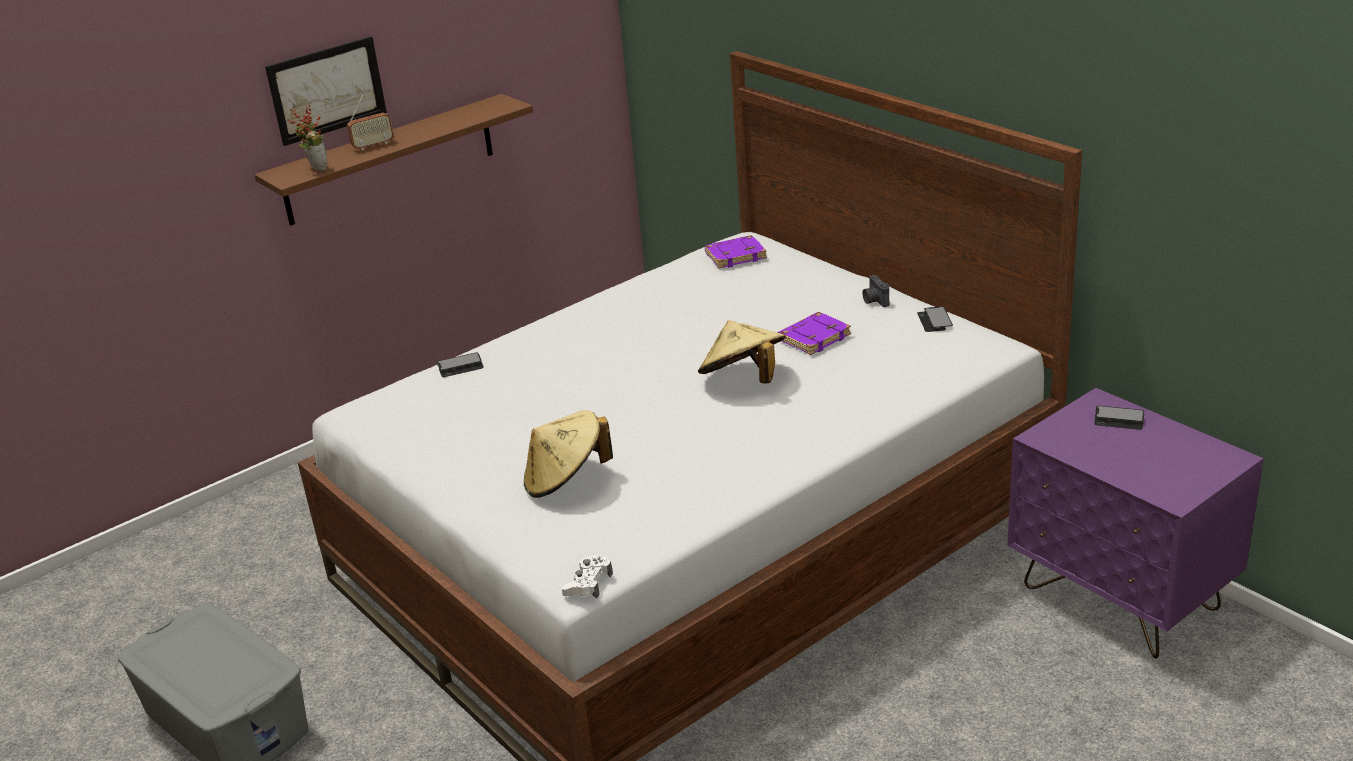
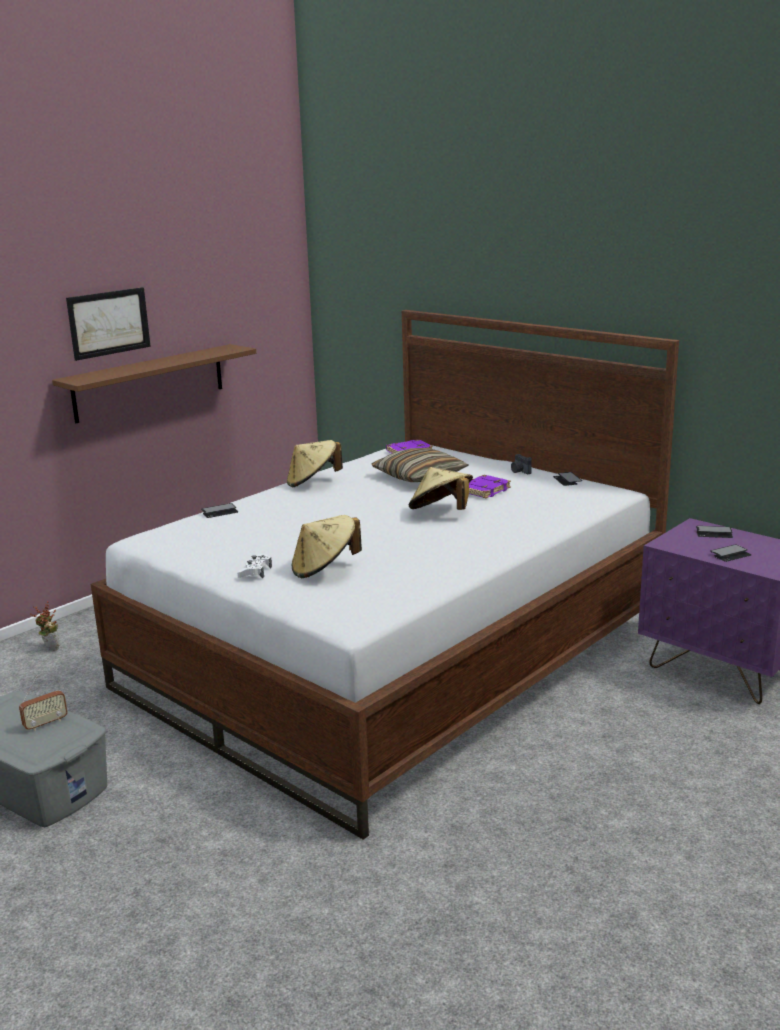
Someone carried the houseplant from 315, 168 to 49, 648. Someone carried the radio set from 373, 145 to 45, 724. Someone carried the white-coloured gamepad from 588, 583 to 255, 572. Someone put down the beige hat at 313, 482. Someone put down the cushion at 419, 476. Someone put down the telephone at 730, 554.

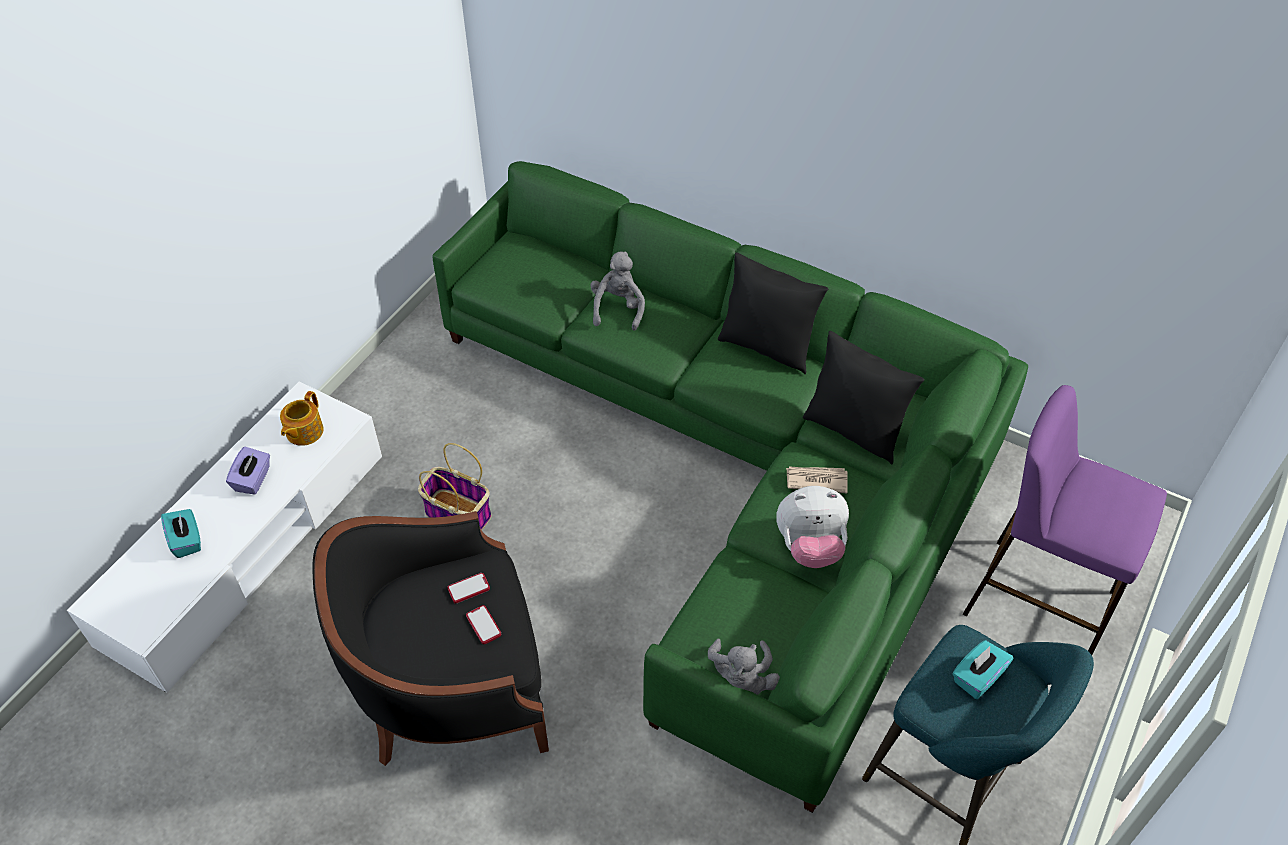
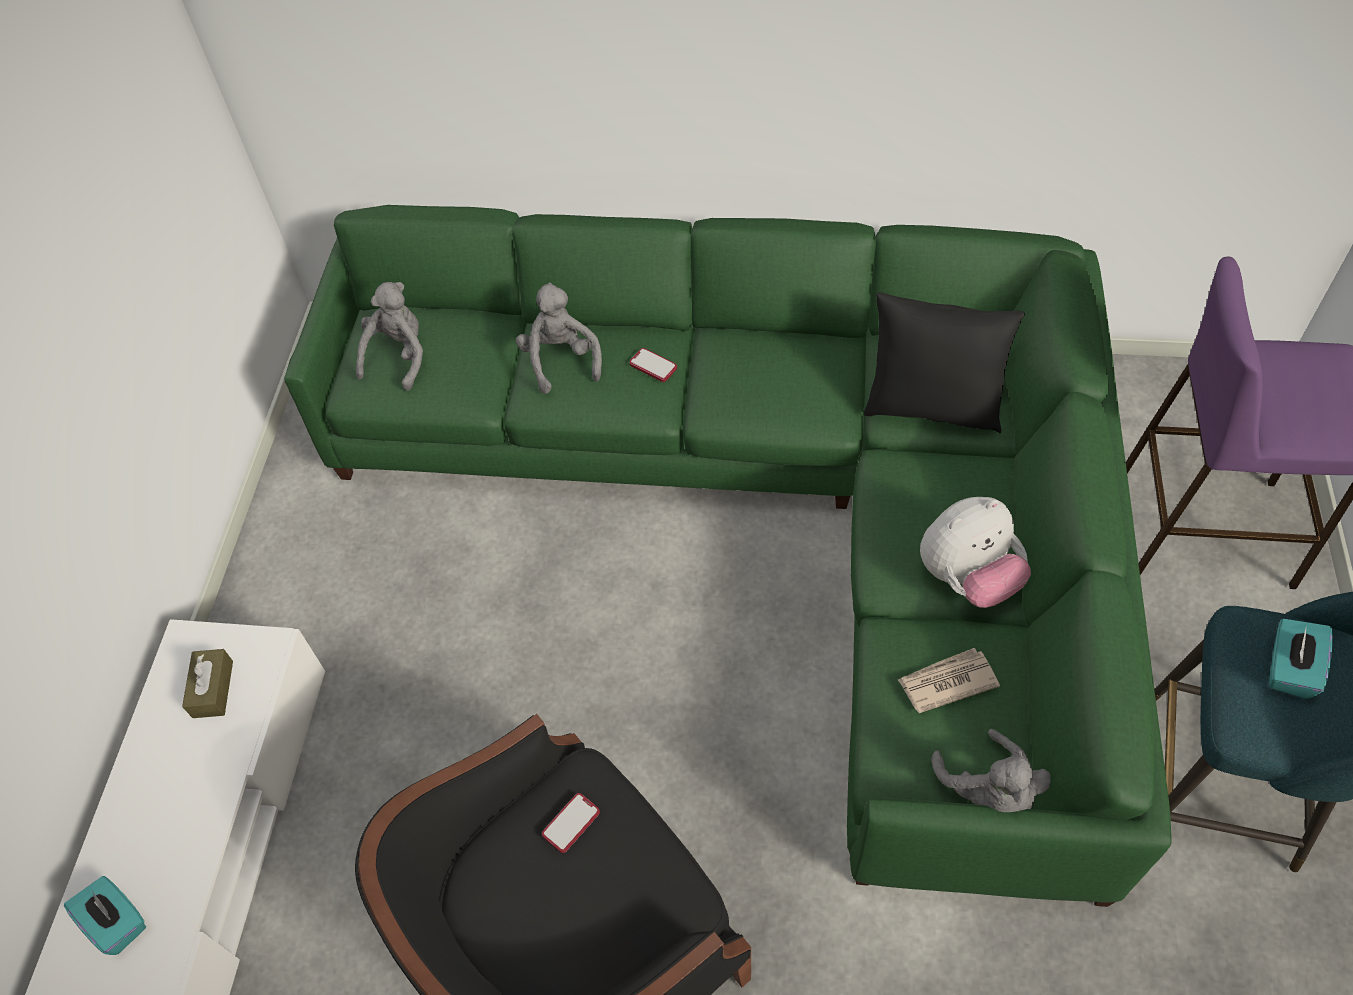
Someone took away the purplish box of tissues at 253, 480. Someone swapped the pot for tea at 303, 432 for the brown box of tissues at 213, 689. Someone took away the storage basket at 456, 513. Someone carried the telephone from 483, 625 to 653, 366. Someone took away the blackish cushion at 766, 347. Someone carried the daily paper from 816, 480 to 946, 682. Someone put down the grey cuddly toy at 399, 357.

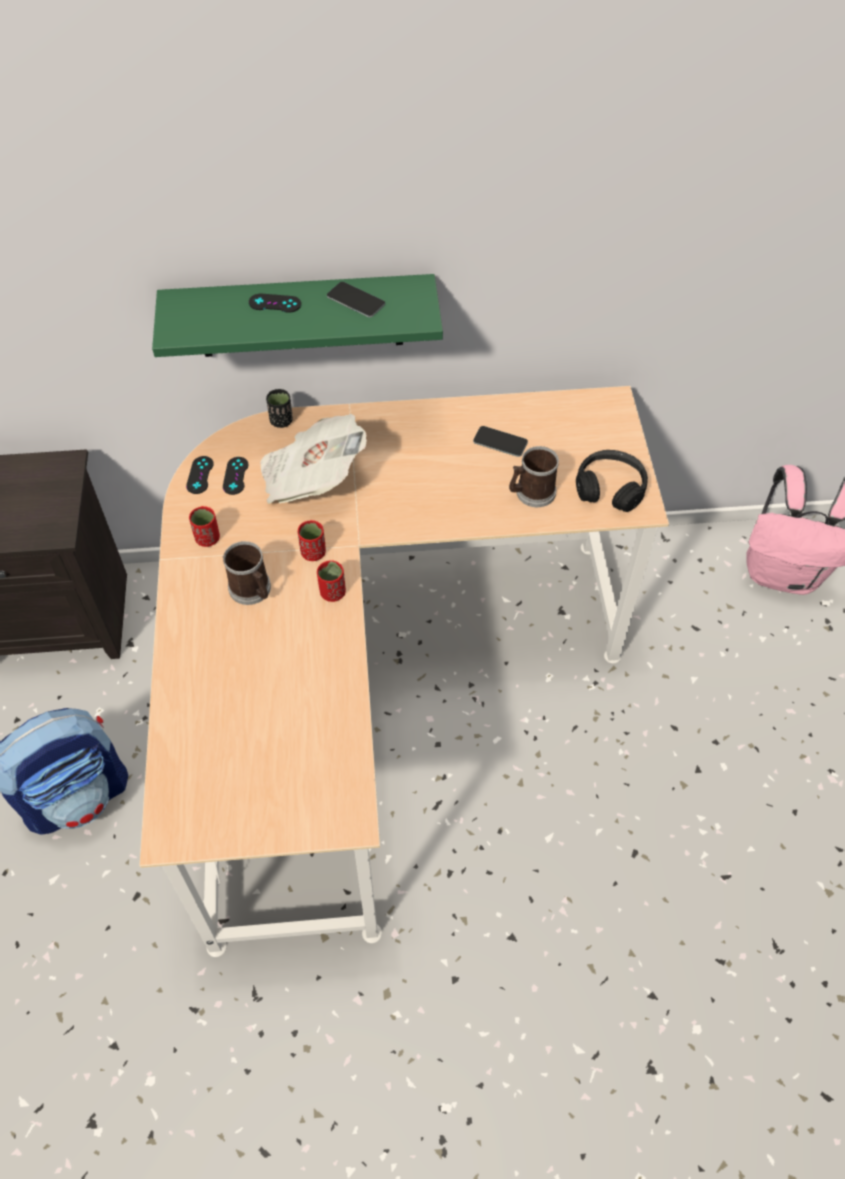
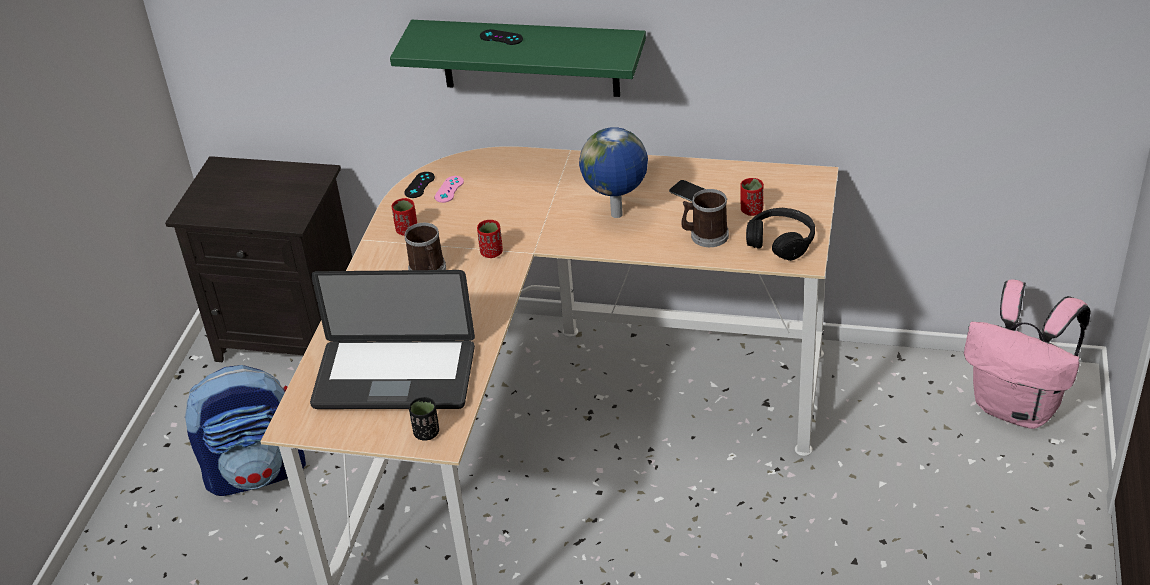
Someone repainted the blackish gamepad at 235, 476, which became the pink-coloured gamepad at 449, 189. Someone took away the daily paper at 311, 478. Someone carried the blackish cup from 281, 421 to 426, 433. Someone carried the red cup from 332, 592 to 751, 210. Someone took away the telephone at 355, 300. Someone put down the notebook computer at 395, 377. Someone put down the desk globe at 617, 215.

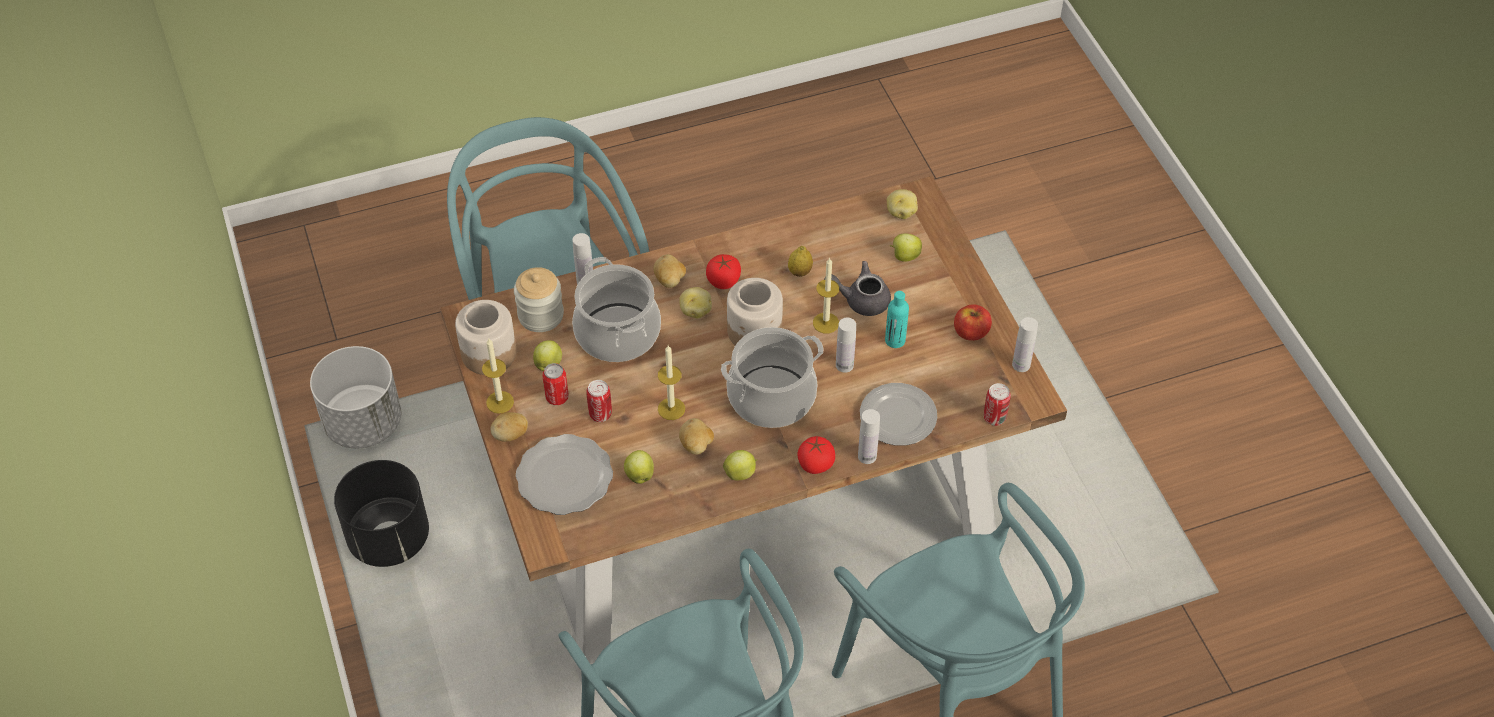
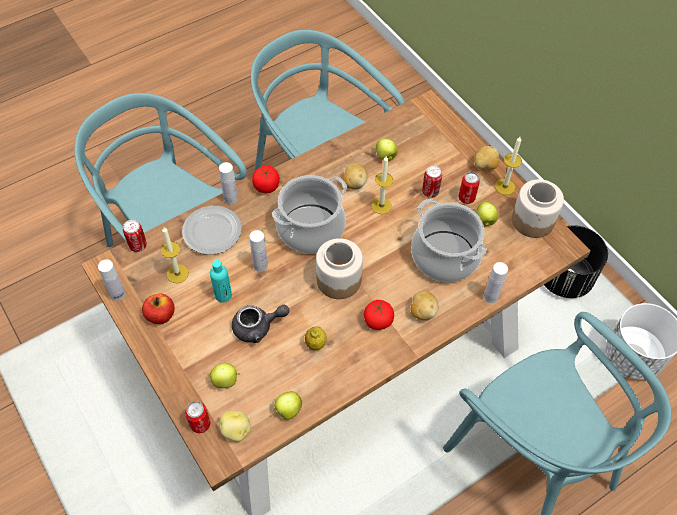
Someone took away the preserve jar at 541, 315. Someone took away the plate at 564, 476. Someone took away the whole potato at 695, 310. Someone carried the apple from 740, 473 to 287, 410. Someone carried the candle from 826, 323 to 177, 273. Someone put down the metal can at 200, 424.

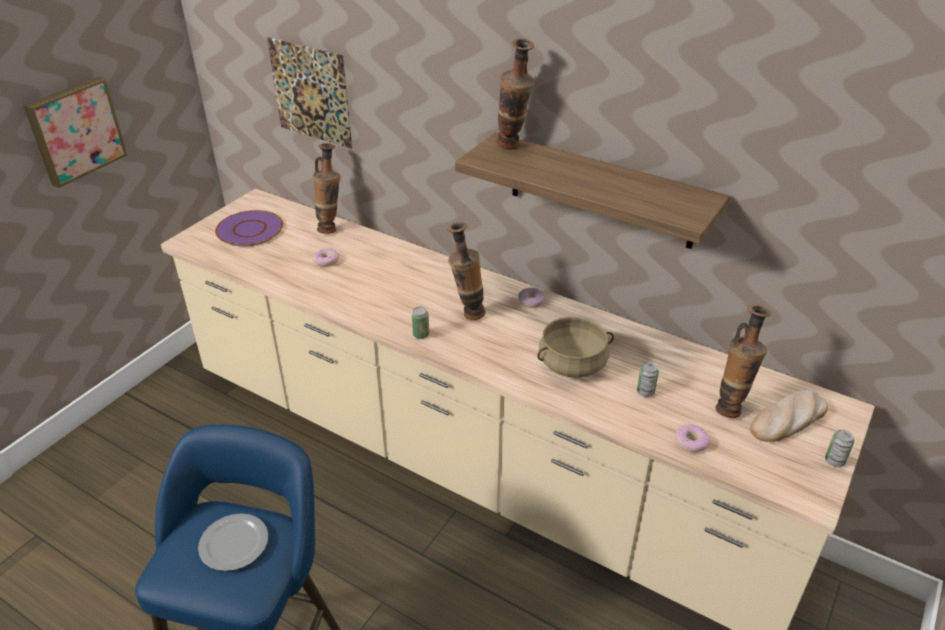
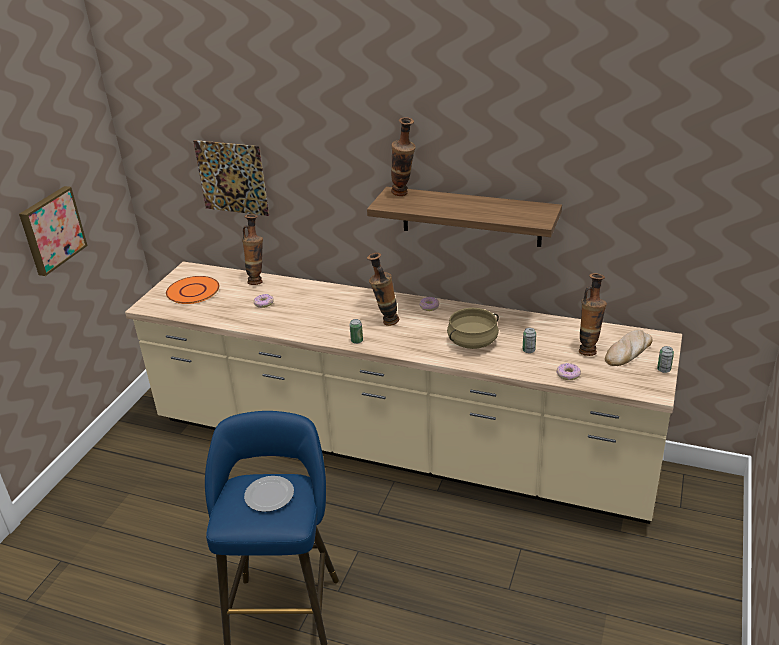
Someone repainted the purplish plate at 249, 230, which became the orange plate at 192, 291.

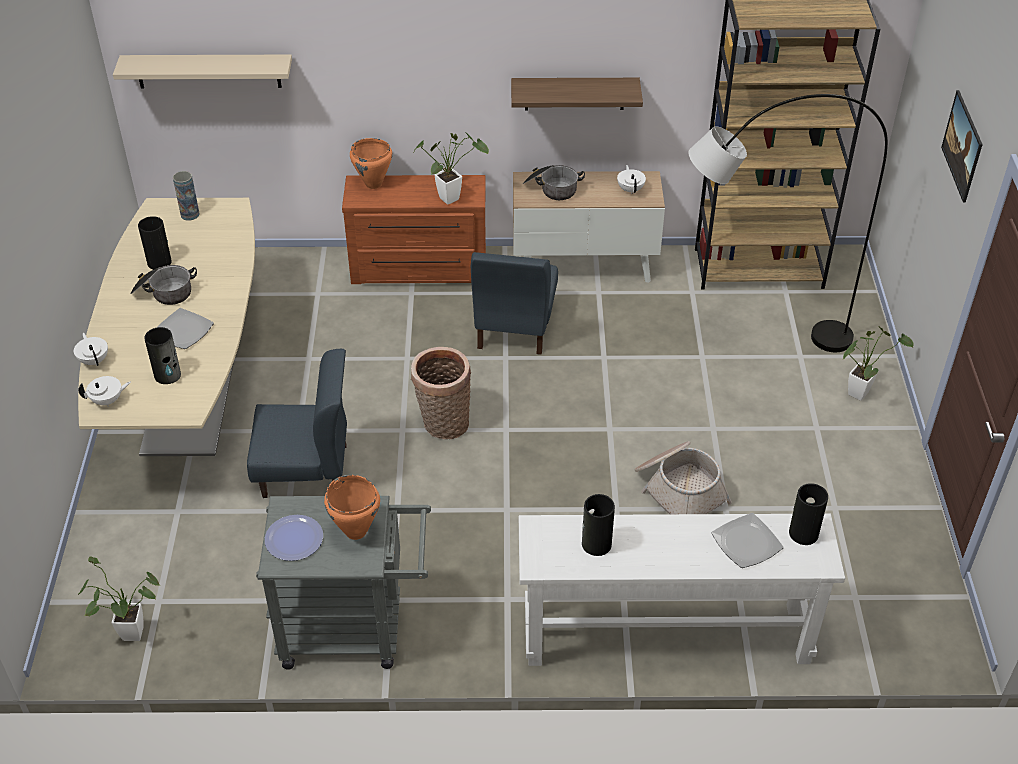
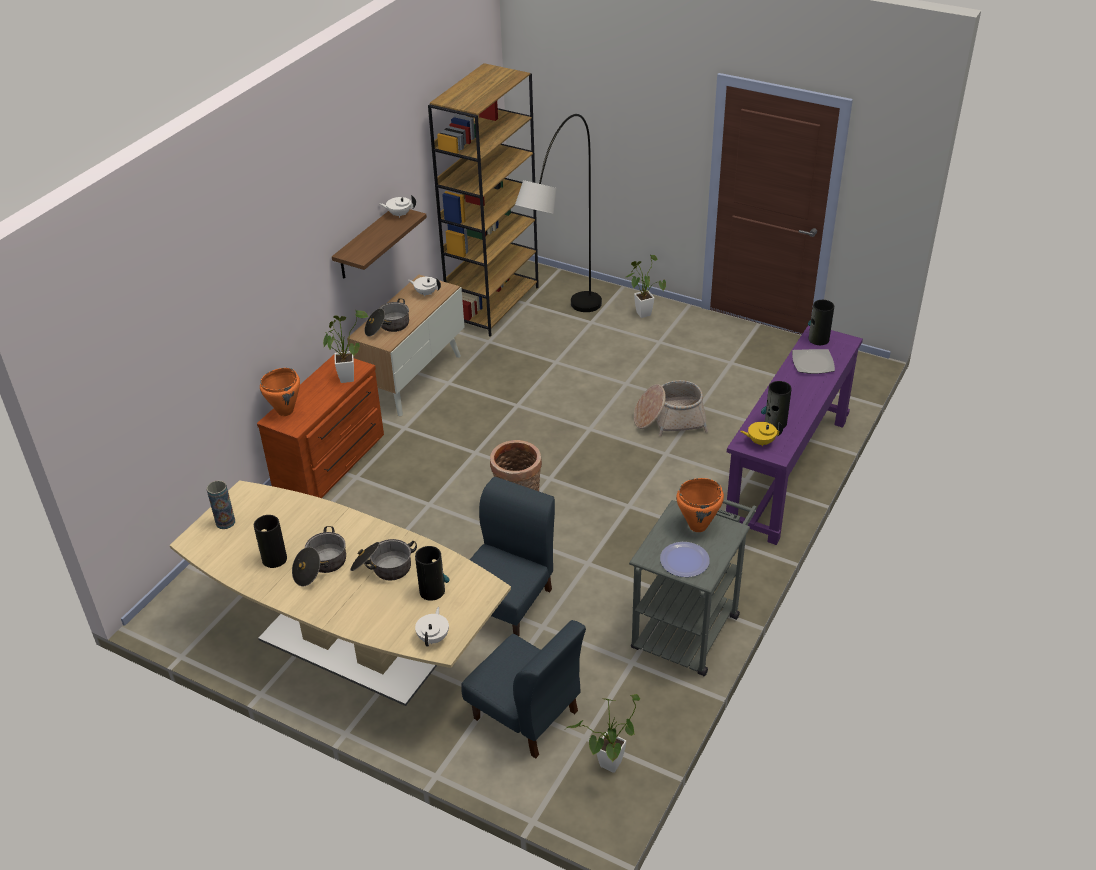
Someone carried the white-coloured pot for tea from 94, 360 to 399, 214. Someone took away the beige wall shelf at 208, 71. Someone swapped the plate at 182, 331 for the stockpot at 383, 567. Someone carried the bluish upright chair from 514, 327 to 526, 715. Someone repainted the white-coloured console table at 666, 634, which became the purplish console table at 787, 472. Someone took away the picture at 958, 160. Someone put down the yellow-coloured pot for tea at 760, 442.

